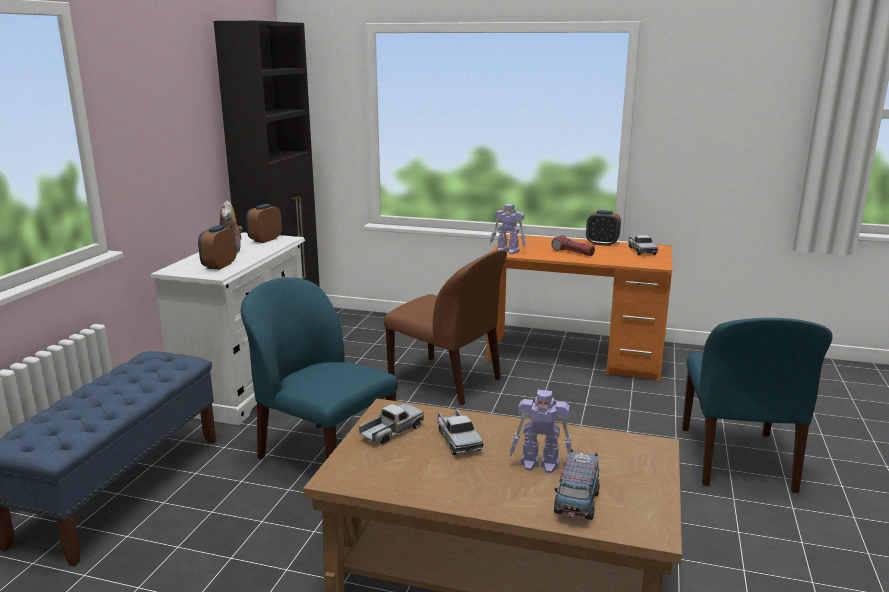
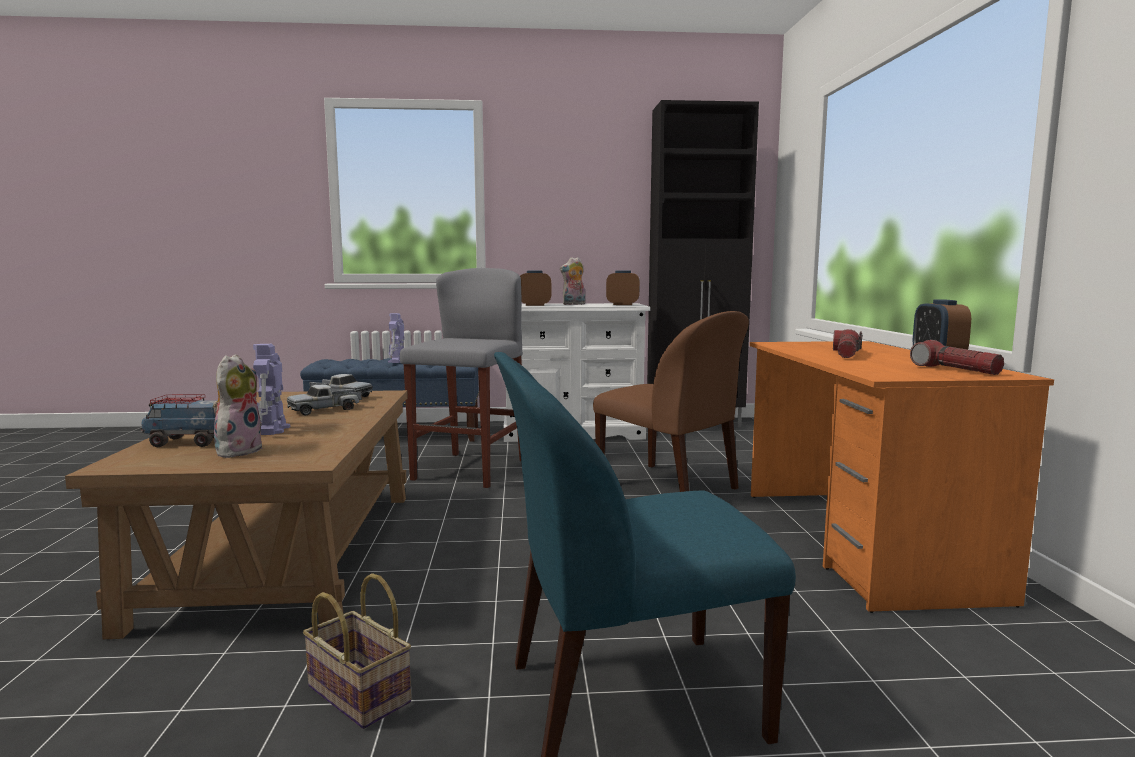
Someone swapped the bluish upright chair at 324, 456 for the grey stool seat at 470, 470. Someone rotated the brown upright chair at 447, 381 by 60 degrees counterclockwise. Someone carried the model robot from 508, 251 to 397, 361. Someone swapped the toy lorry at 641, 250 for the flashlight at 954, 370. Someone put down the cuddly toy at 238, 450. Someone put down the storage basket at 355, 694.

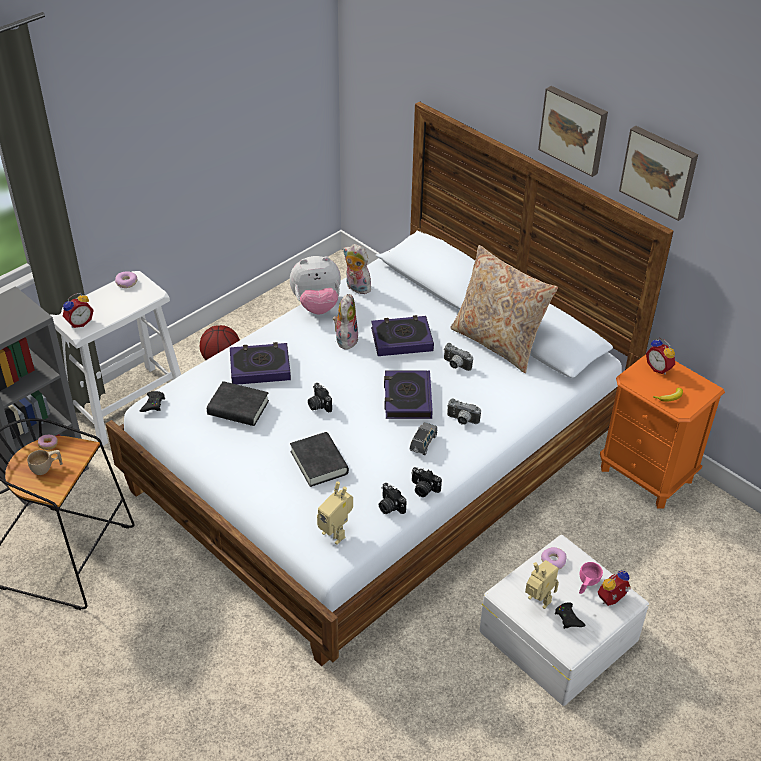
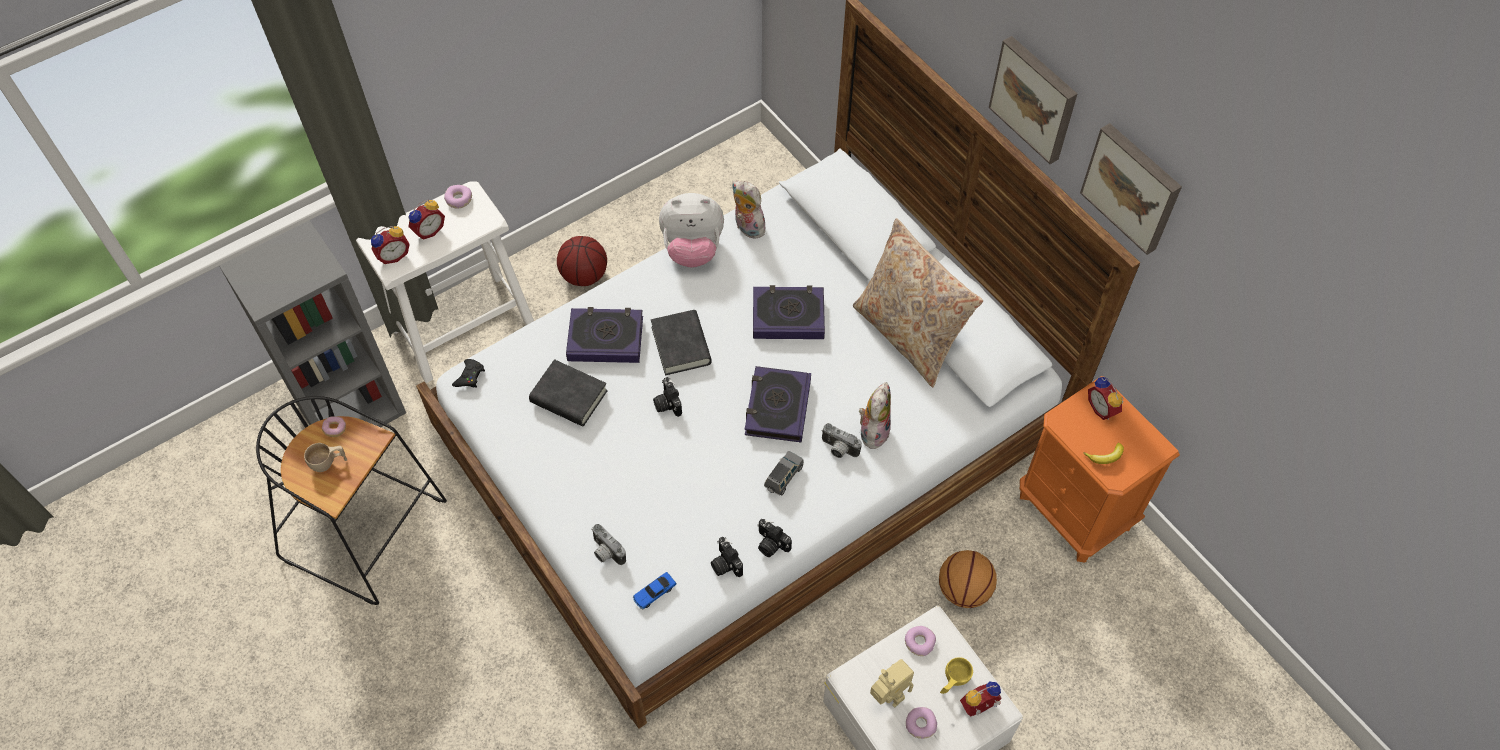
Someone carried the blackish book from 319, 462 to 681, 345. Someone swapped the model robot at 336, 533 for the model car at 654, 593. Someone carried the cuddly toy from 345, 339 to 873, 431. Someone carried the photo camera from 455, 365 to 606, 552. Someone swapped the blackish gamepad at 568, 618 for the doughnut at 920, 724. Someone repainted the pink-coloured cup at 586, 584, which became the yellow-coloured cup at 952, 680. Someone put down the table clock at 428, 230. Someone put down the basketball ball at 964, 590.

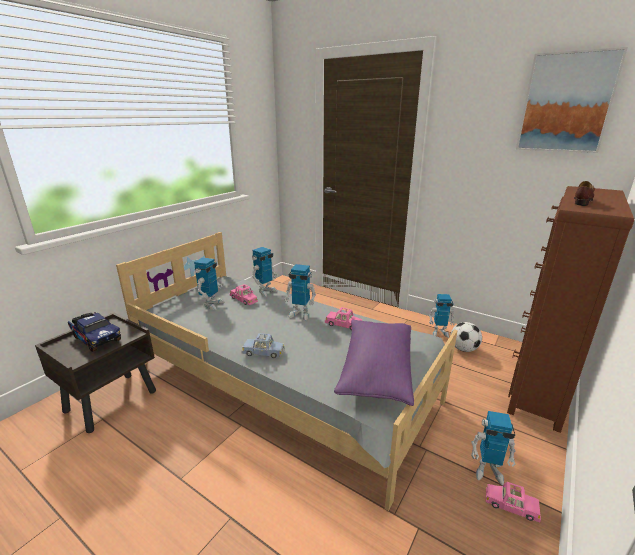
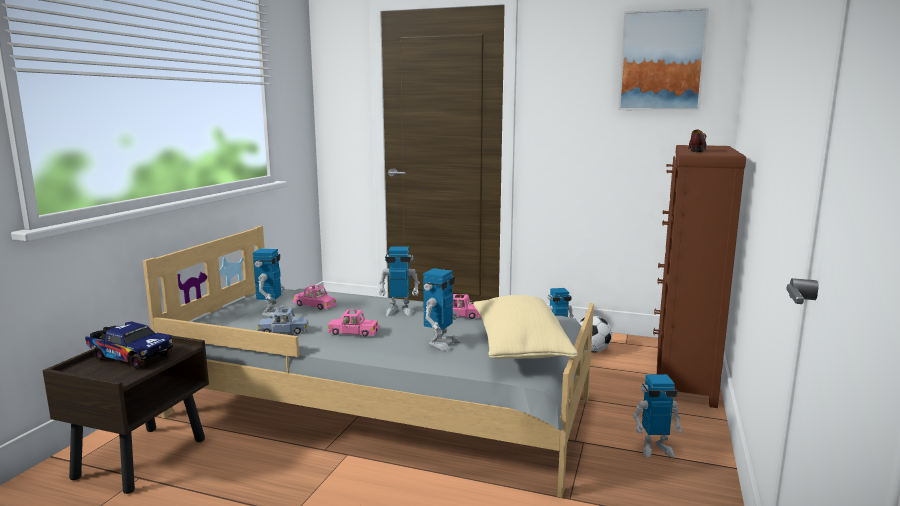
Someone carried the bluish model car from 263, 352 to 283, 331. Someone carried the model robot from 265, 291 to 441, 343. Someone repainted the purplish cushion at 376, 371, which became the beige cushion at 519, 347. Someone carried the pink-coloured model car from 511, 505 to 353, 333.

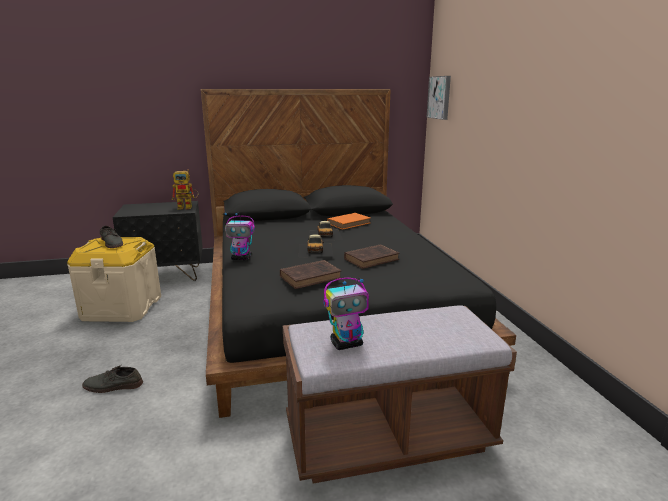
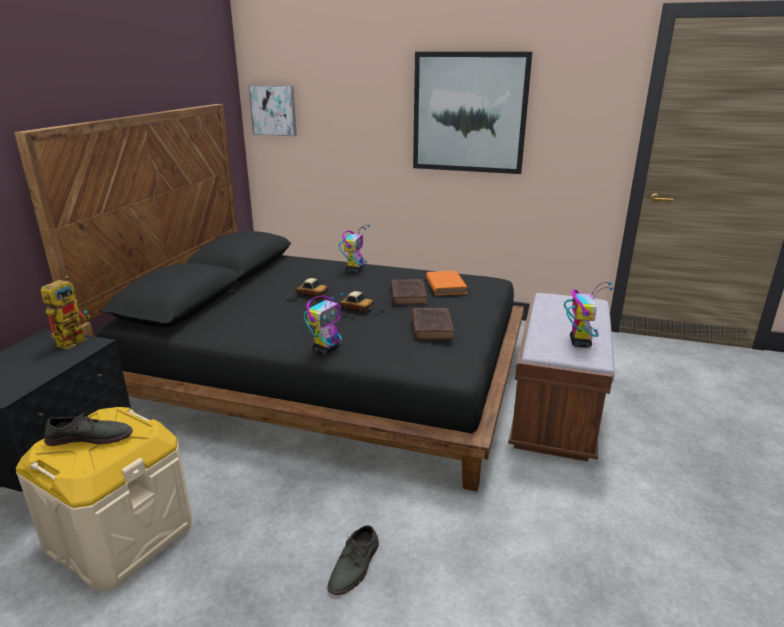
Someone carried the orange book from 349, 223 to 445, 285. Someone put down the model robot at 355, 270. Someone put up the picture at 469, 113.

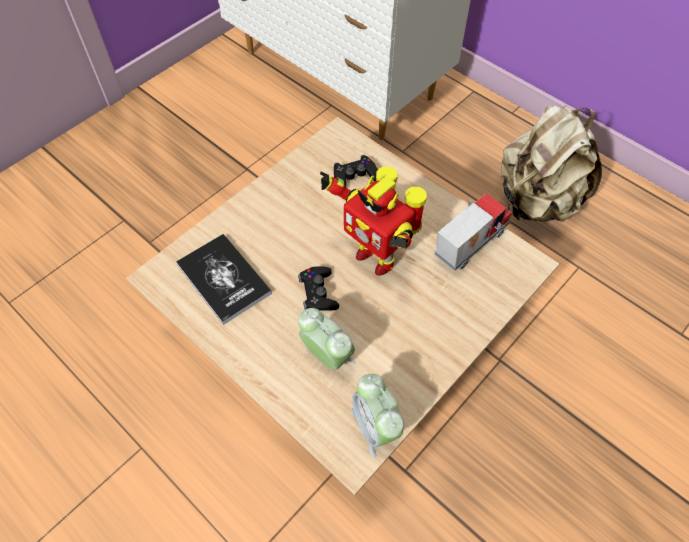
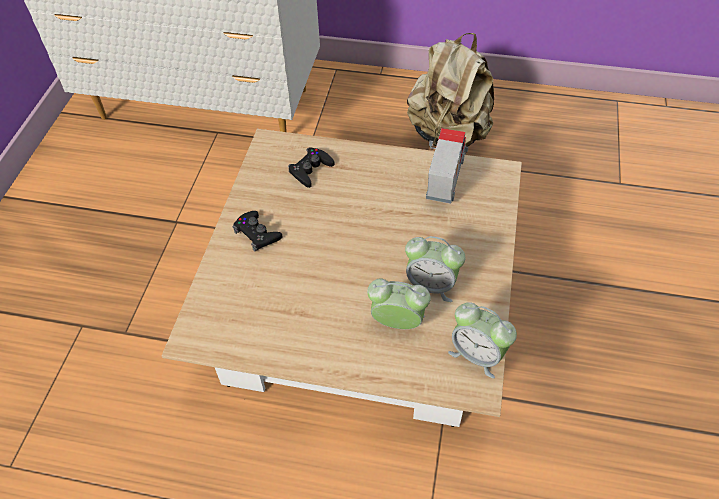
Someone took away the book at 224, 279. Someone carried the blackish gamepad from 318, 292 to 257, 234. Someone took away the model robot at 376, 256. Someone put down the table clock at 431, 285.

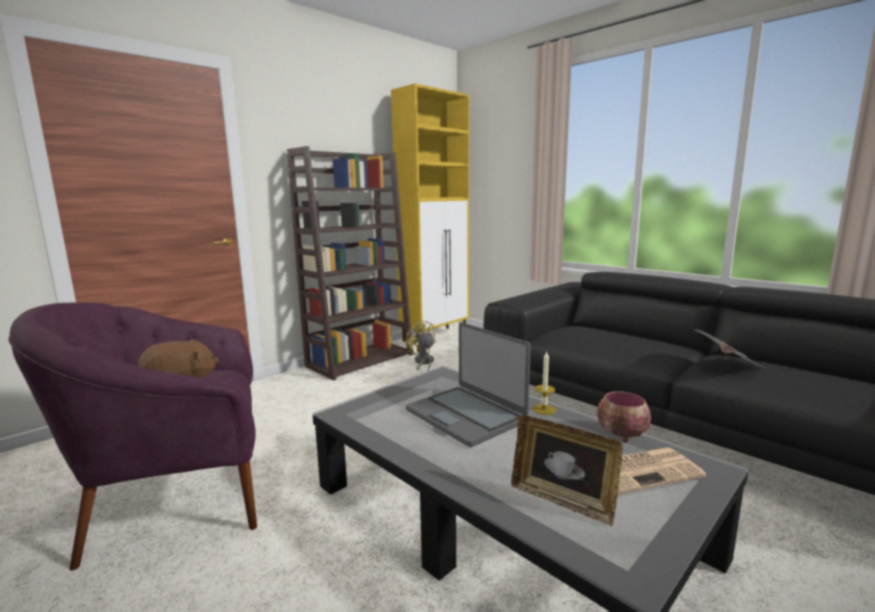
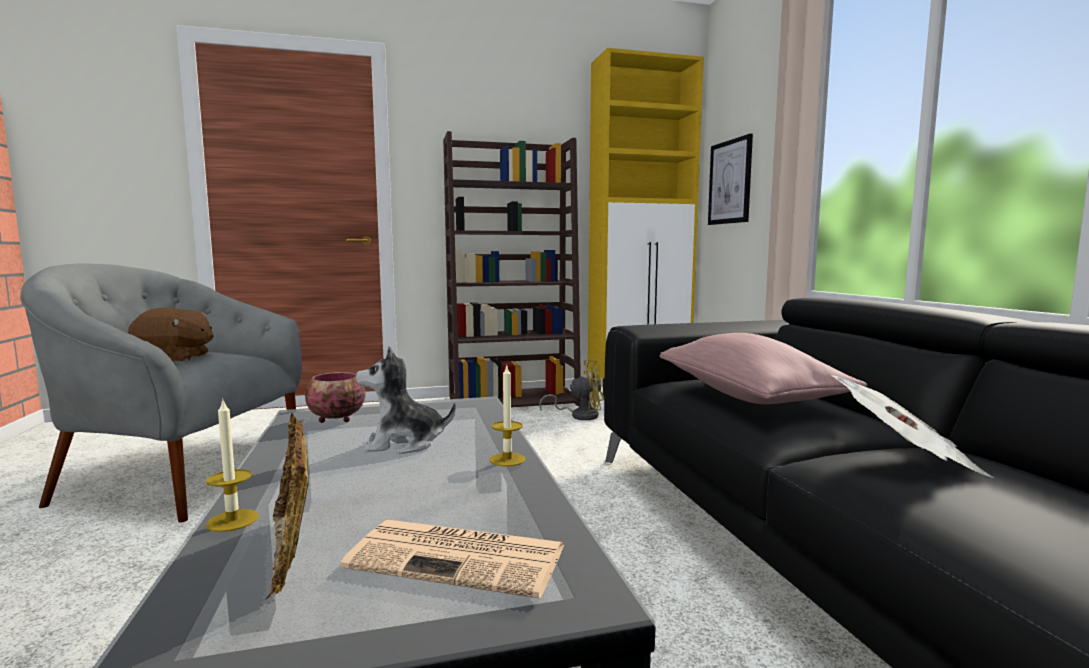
Someone repainted the purplish lounge chair at 178, 496, which became the grey lounge chair at 180, 477. Someone rotated the yellow-coloured fan at 423, 362 by 90 degrees clockwise. Someone swapped the notebook computer at 466, 415 for the cuddly toy at 404, 444. Someone carried the serving bowl from 622, 435 to 335, 419. Someone put down the candle at 232, 520. Someone put down the pink-coloured cushion at 748, 397. Someone put up the picture at 730, 182.

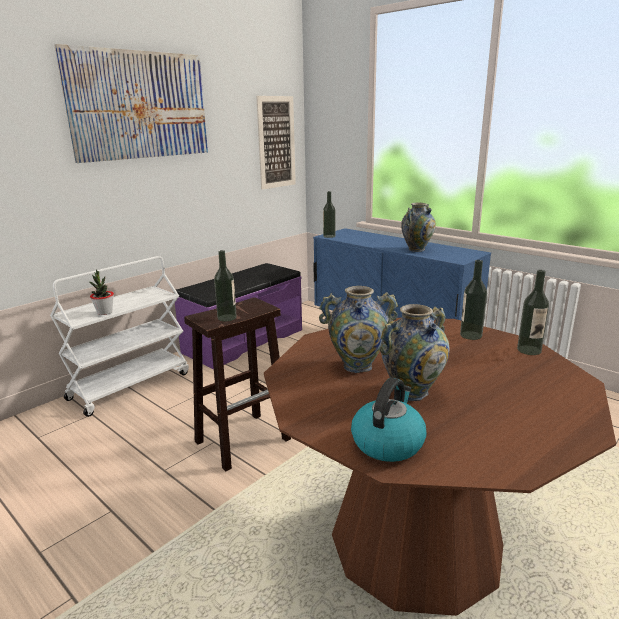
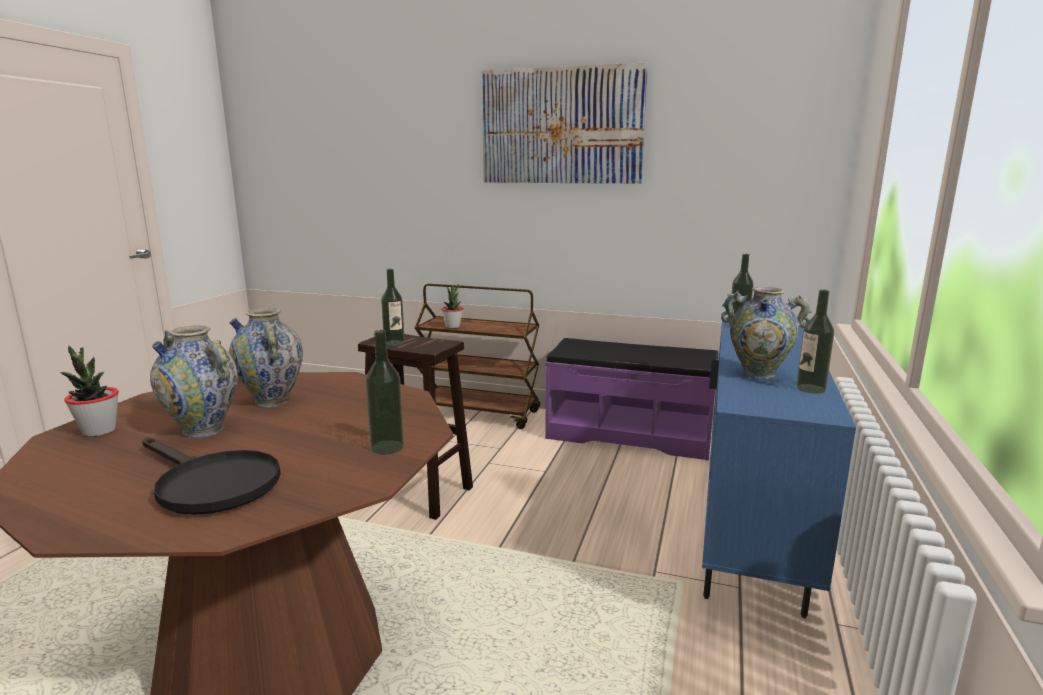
Someone repainted the white-coloured trolley at 130, 385, which became the brown trolley at 479, 413. Someone took away the picture at 276, 142. Someone swapped the tea kettle at 388, 442 for the houseplant at 99, 431. Someone carried the beverage bottle from 529, 350 to 810, 388. Someone put down the blackish skillet at 210, 484.

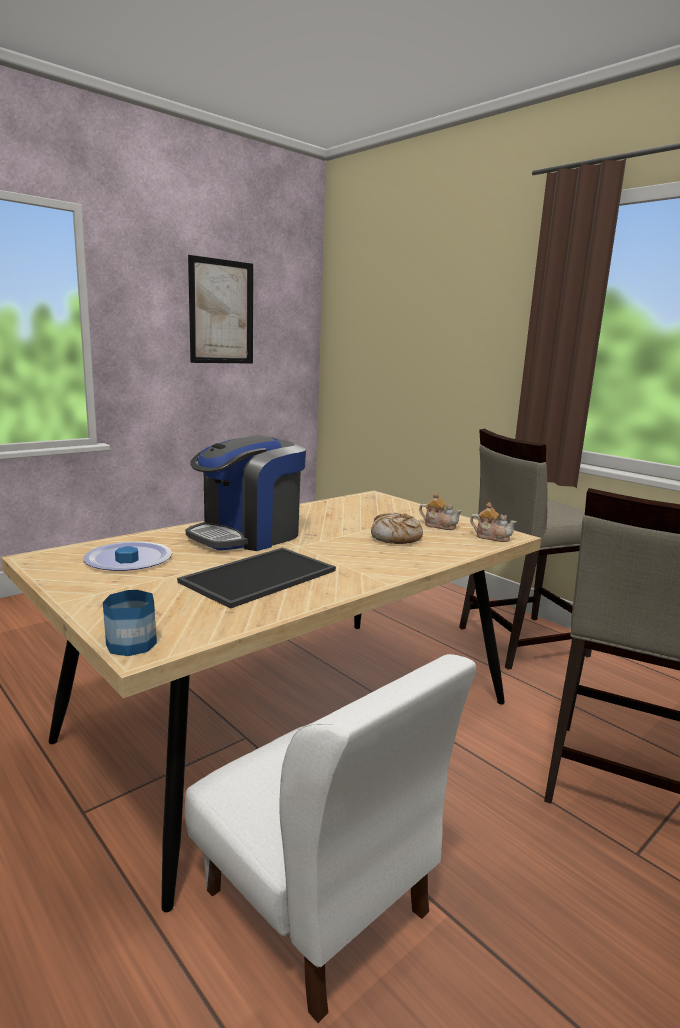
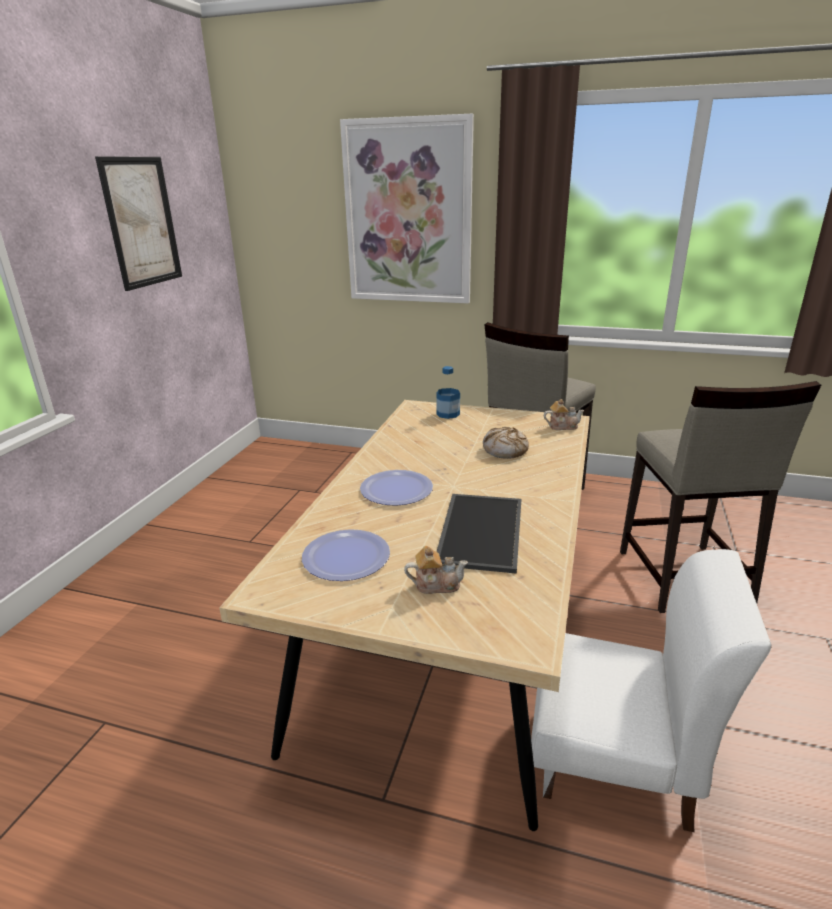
Someone carried the beverage bottle from 131, 644 to 448, 414. Someone swapped the coffee maker at 248, 535 for the plate at 396, 489. Someone carried the pot for tea from 439, 525 to 436, 584. Someone put up the picture at 408, 213.

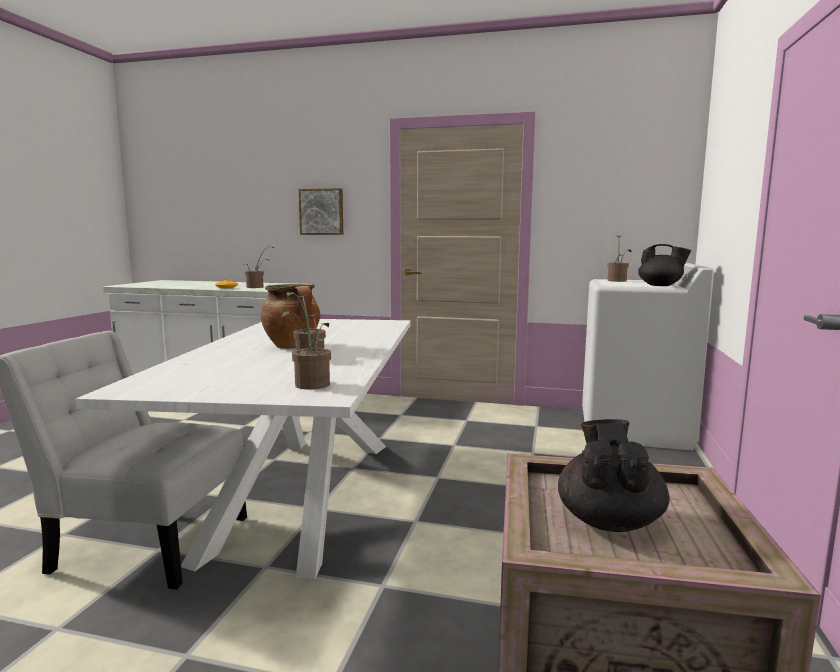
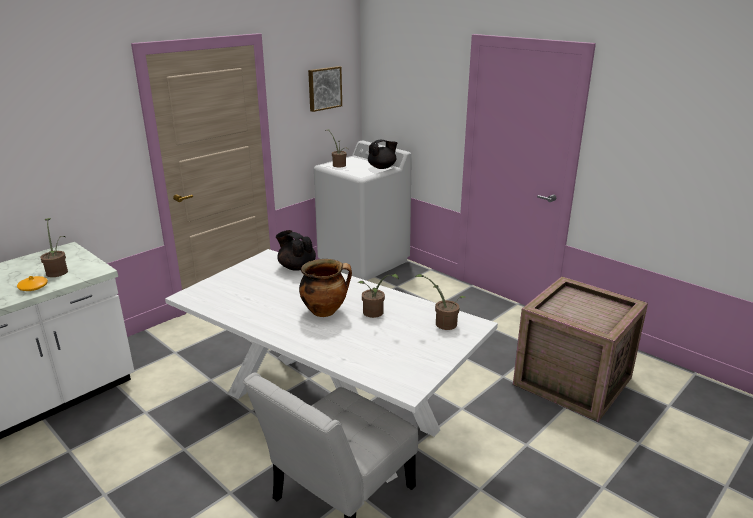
Someone carried the picture from 322, 212 to 324, 88. Someone carried the blackish pot for tea from 608, 520 to 296, 267.

